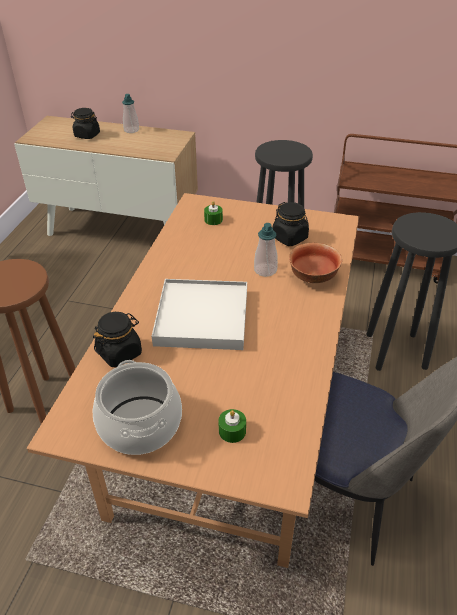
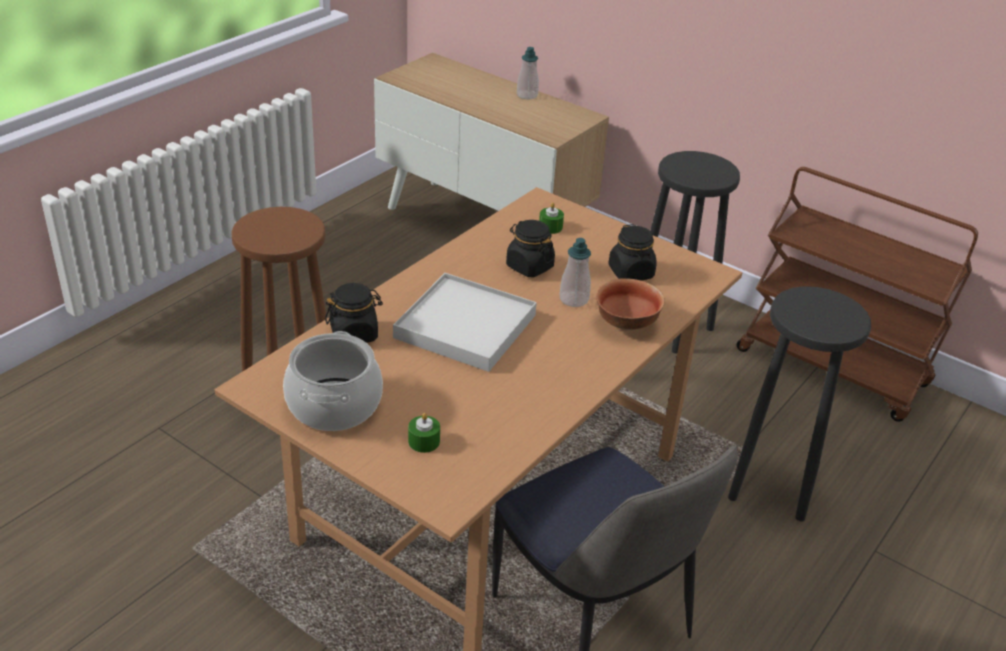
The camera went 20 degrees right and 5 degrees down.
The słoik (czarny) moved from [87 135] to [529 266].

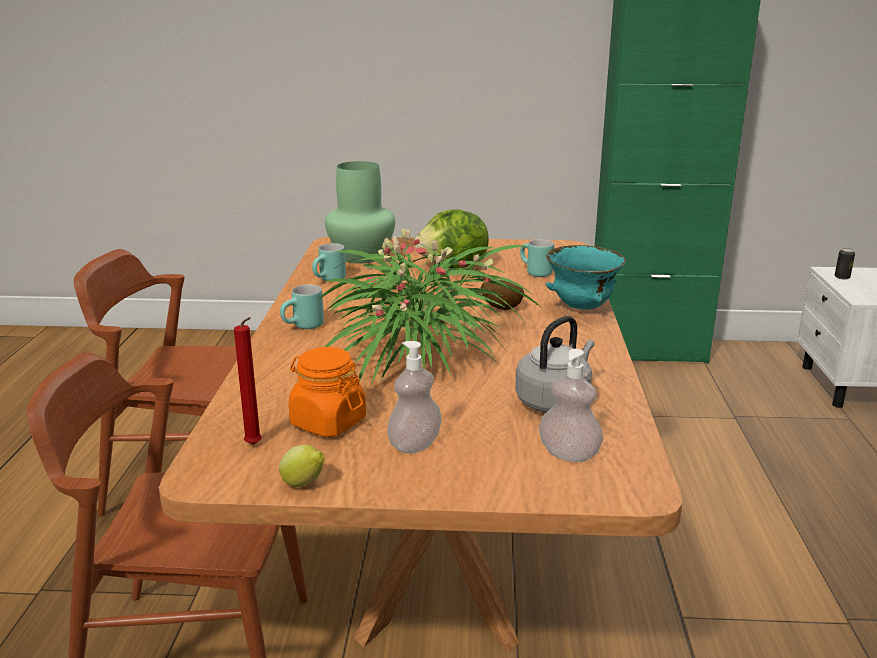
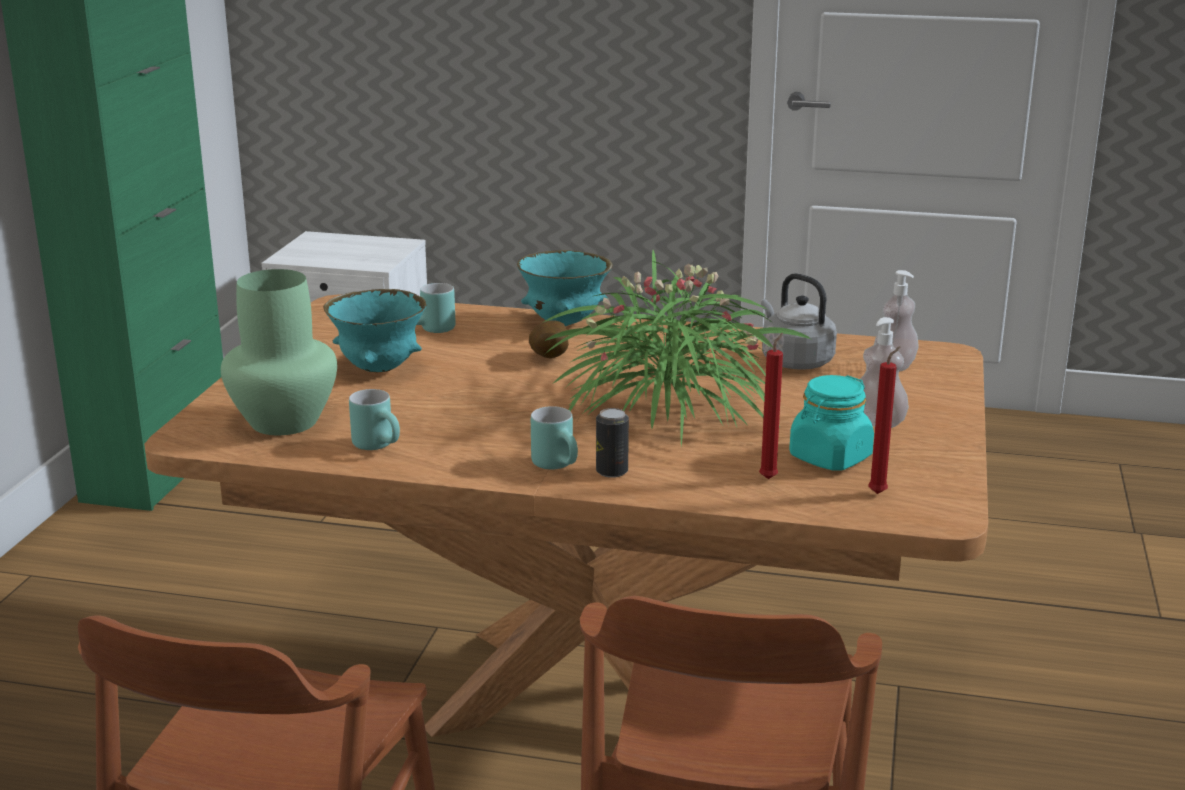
The camera went 80 degrees left and 0 degrees up.
The sałata at [454 267] was replaced by the miska (turkusowy) at [379 369].
The puszka moved from [842 277] to [612 471].
The słoik (pomarańczowy) at [328 422] became the słoik (turkusowy) at [830 458].
The cytryna at [304 484] disappeared.
The świeca (czerwony) at [769 478] appeared.

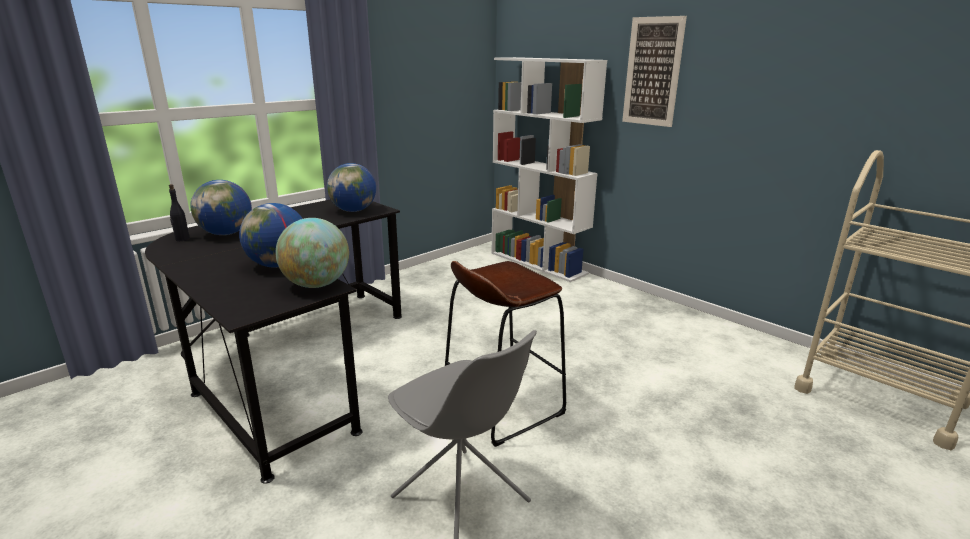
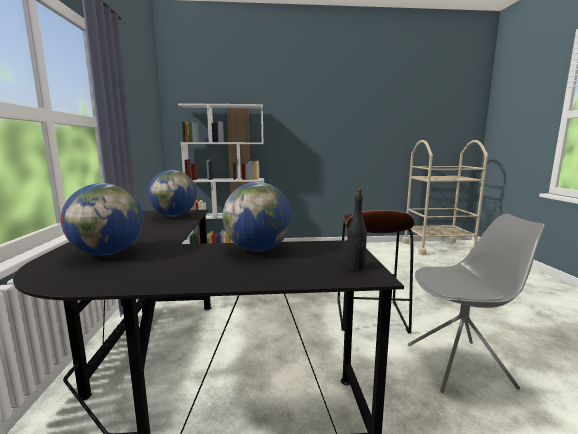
The camera went 50 degrees left and 10 degrees down.
The obraz at [652 72] disappeared.
The butelka (czarny) moved from [182 239] to [355 267].
The globus at [316 285] disappeared.

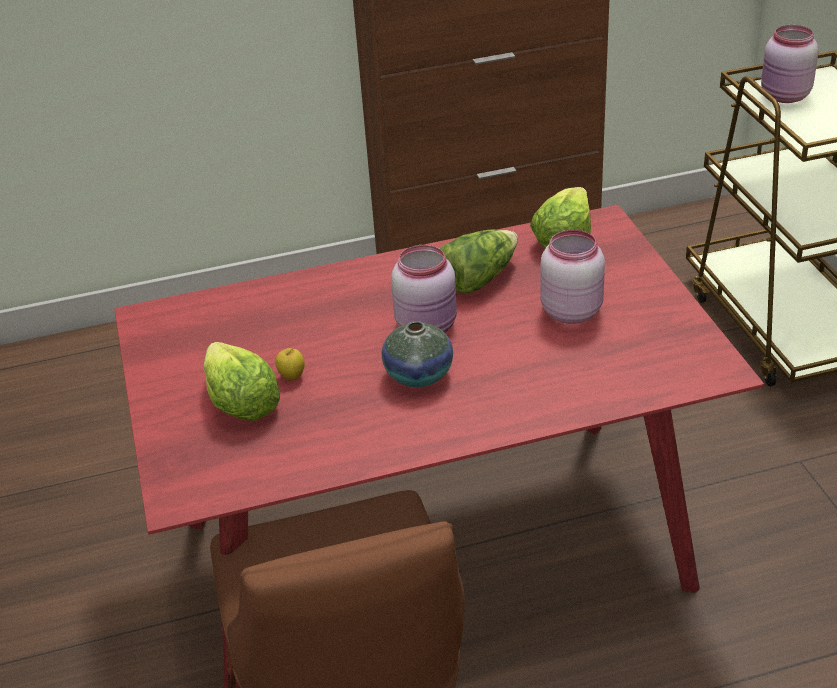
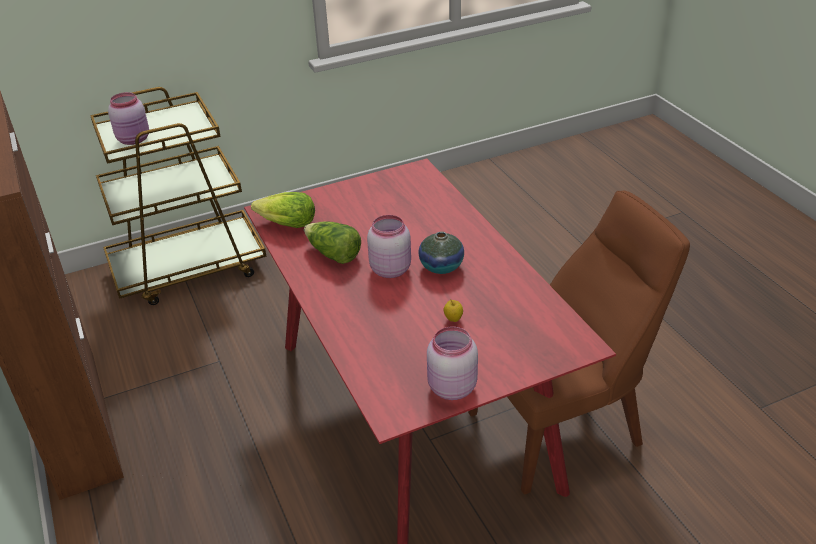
The camera went 100 degrees left and 0 degrees up.
The słoik (różowy) moved from [571 310] to [450 388].
The sałata at [240 402] disappeared.

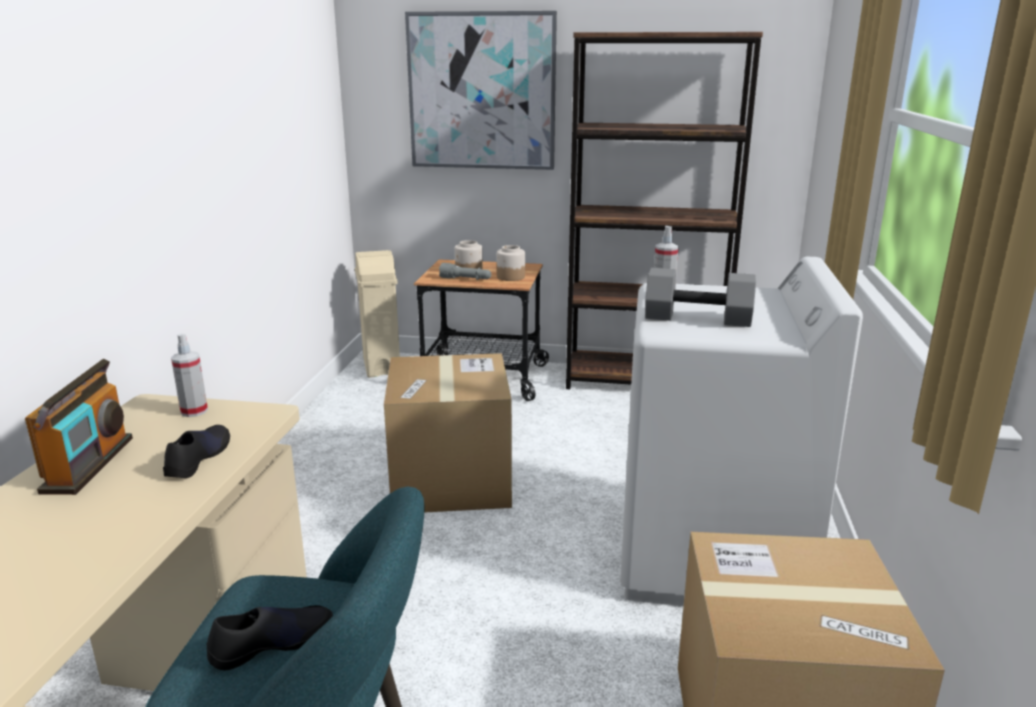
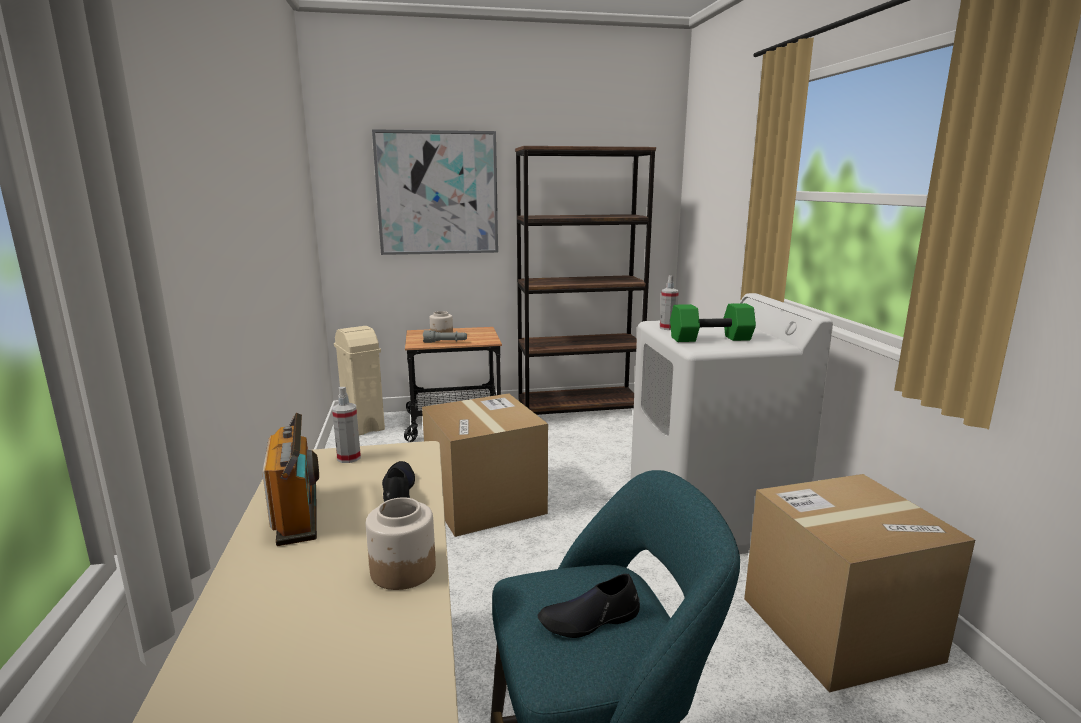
The camera went 20 degrees left and 5 degrees down.
The słoik moved from [510 277] to [402 570].
The hantel (szary) at [698 318] became the hantel (zielony) at [711 338].
The but (czarny) at [272 643] turned 150 degrees counterclockwise.

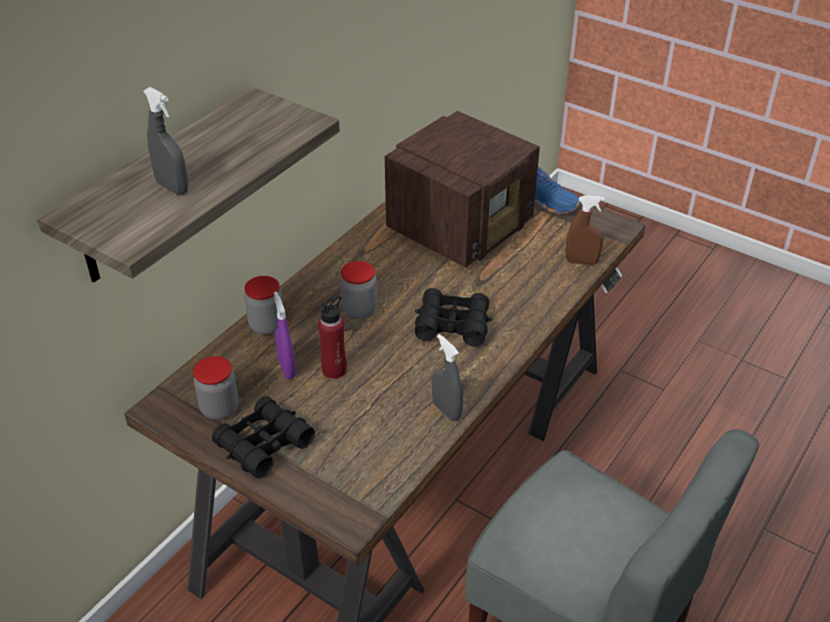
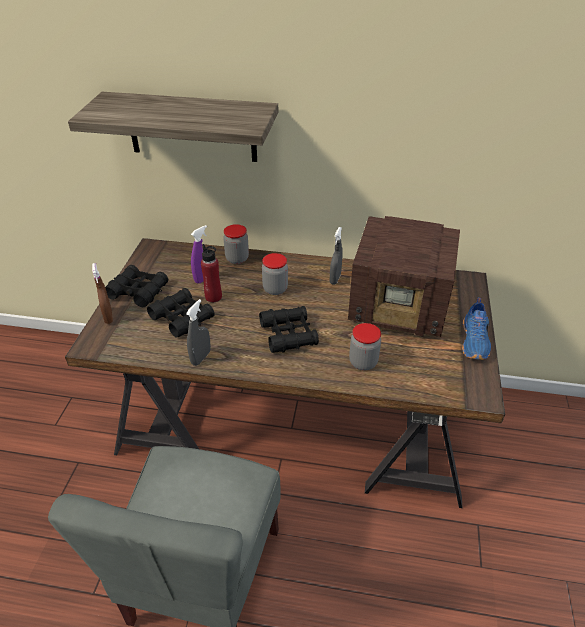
The camera went 65 degrees right and 0 degrees up.
The spryskiwacz (szary) moved from [172 187] to [335 279].
The spryskiwacz (brązowy) moved from [581 262] to [108 317].
The słoik moved from [219 409] to [363 362].
The lornetka (czarny) at [182 318] appeared.

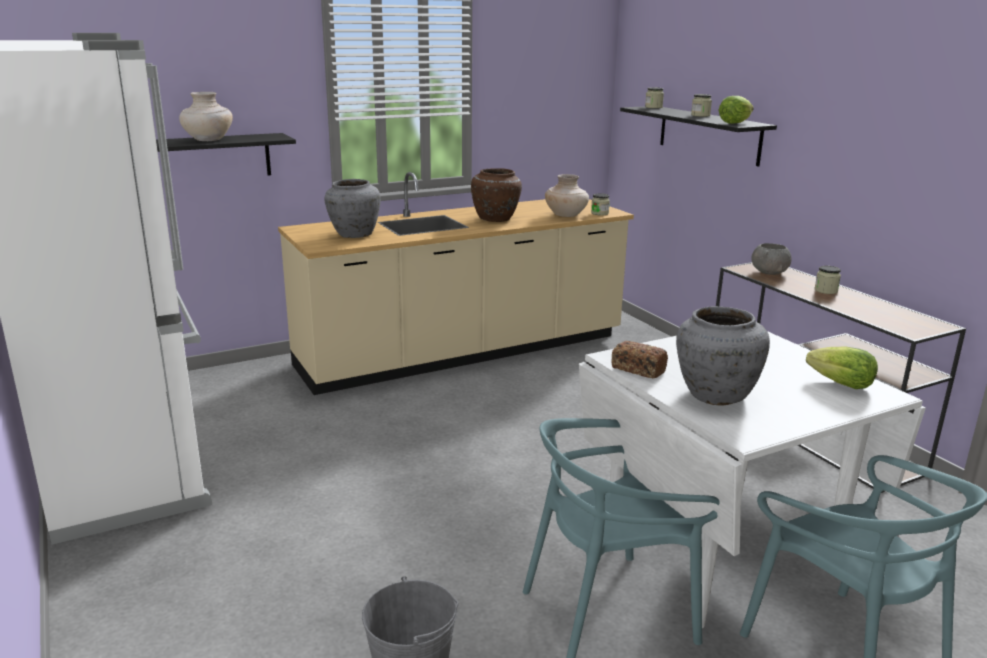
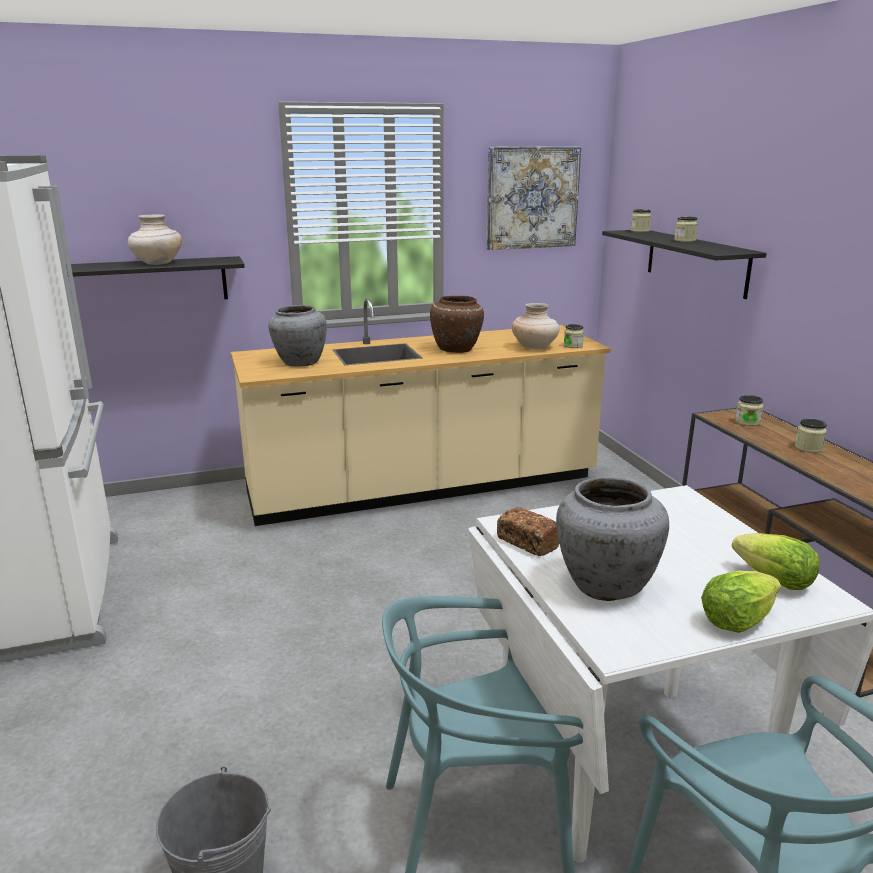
The camera went 10 degrees right and 0 degrees up.
The sałata moved from [734 123] to [736 620].
The miska (szary) at [769 272] was replaced by the słoik at [747 422].
The obraz at [532 198] appeared.

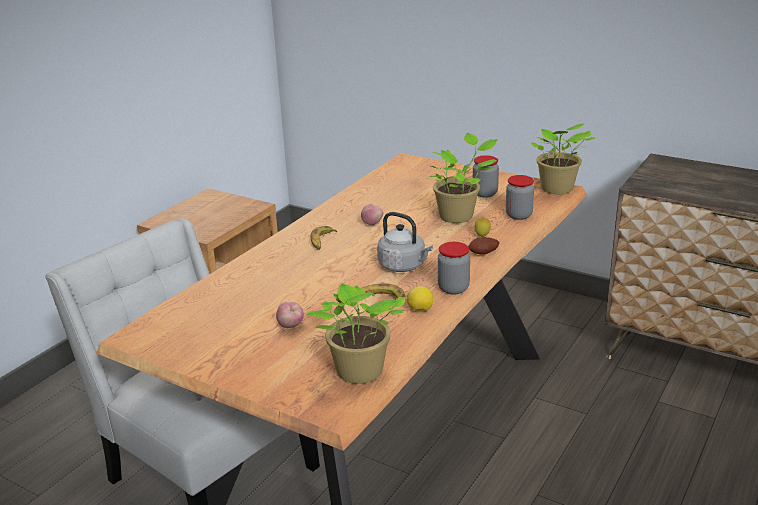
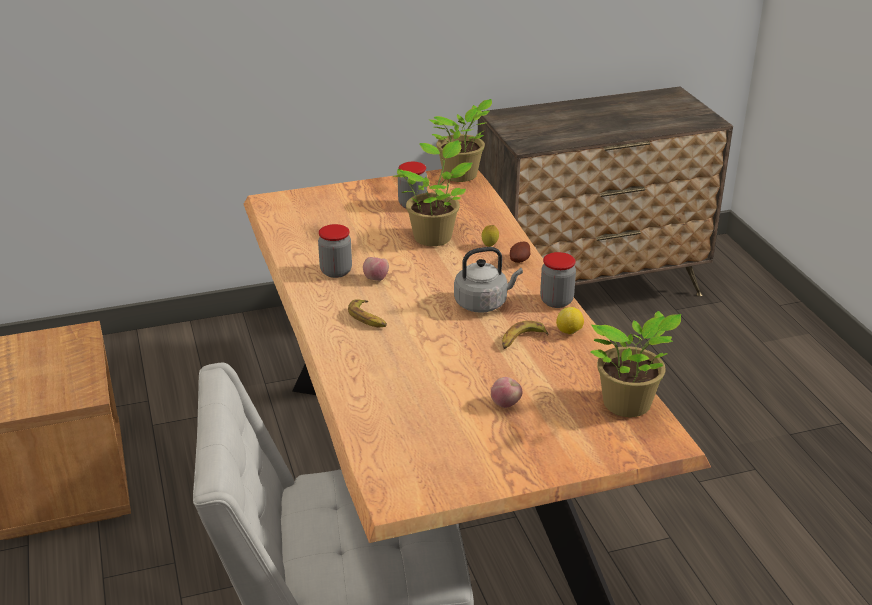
The camera went 50 degrees left and 5 degrees up.
The słoik moved from [519 215] to [336 271].

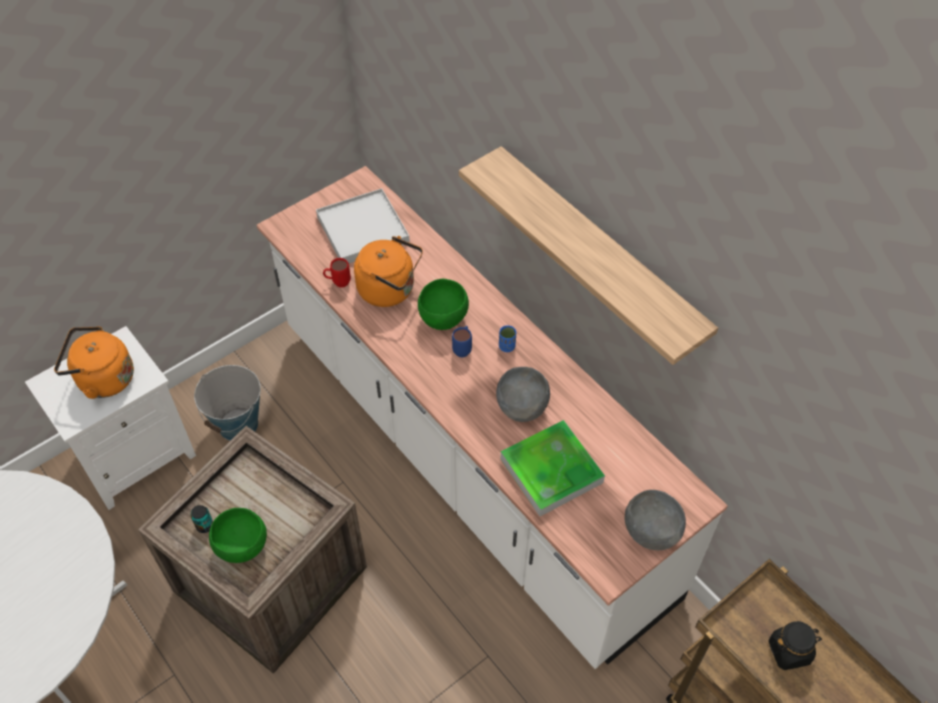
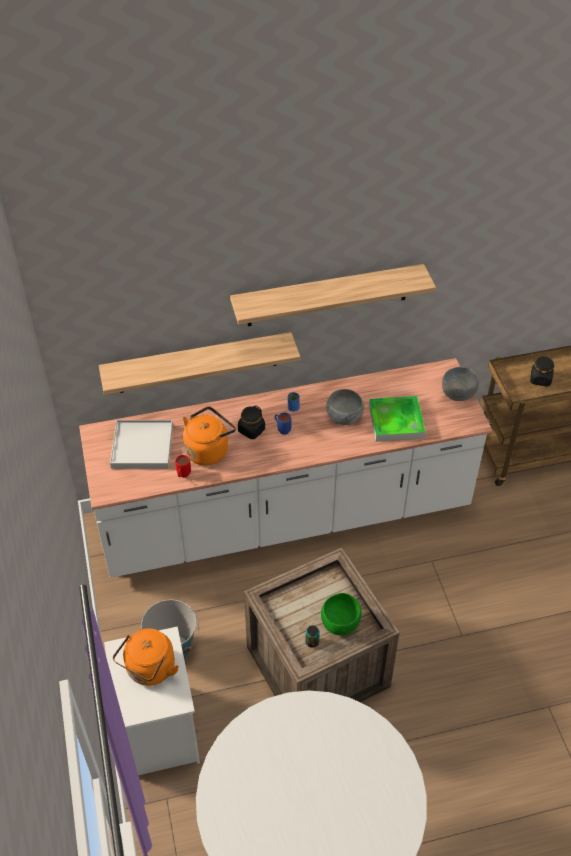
The camera went 65 degrees left and 5 degrees down.
The miska (zielony) at [444 318] was replaced by the słoik (czarny) at [251 430].
The półka at [197 363] appeared.

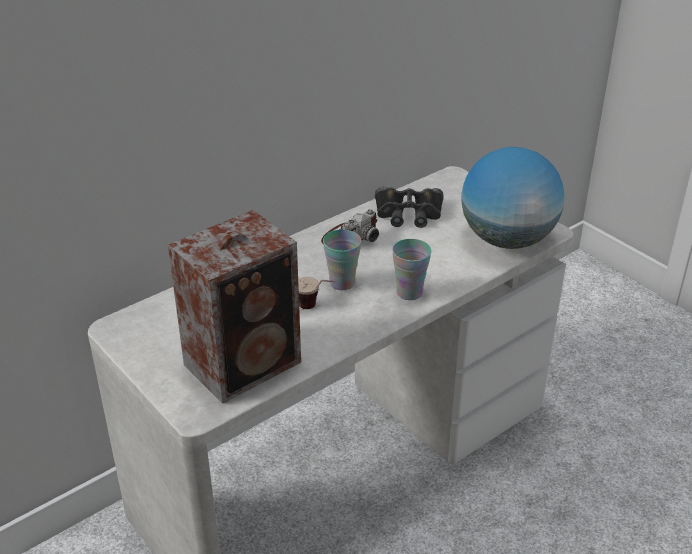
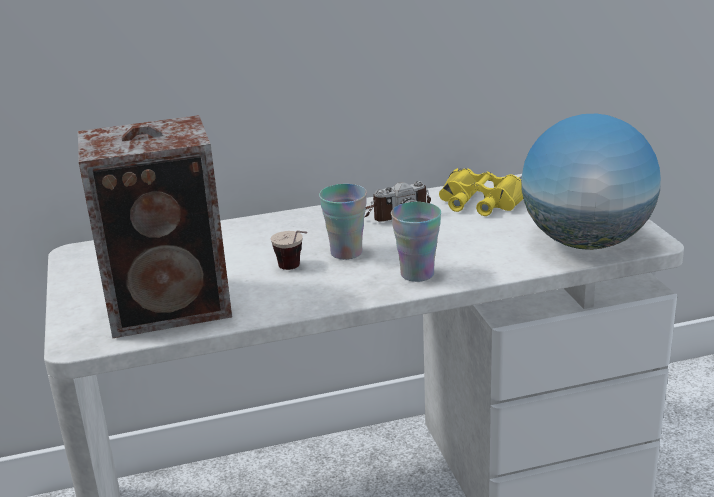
The camera went 25 degrees right and 10 degrees down.
The lornetka (czarny) at [408 213] became the lornetka (żółty) at [481 201].

